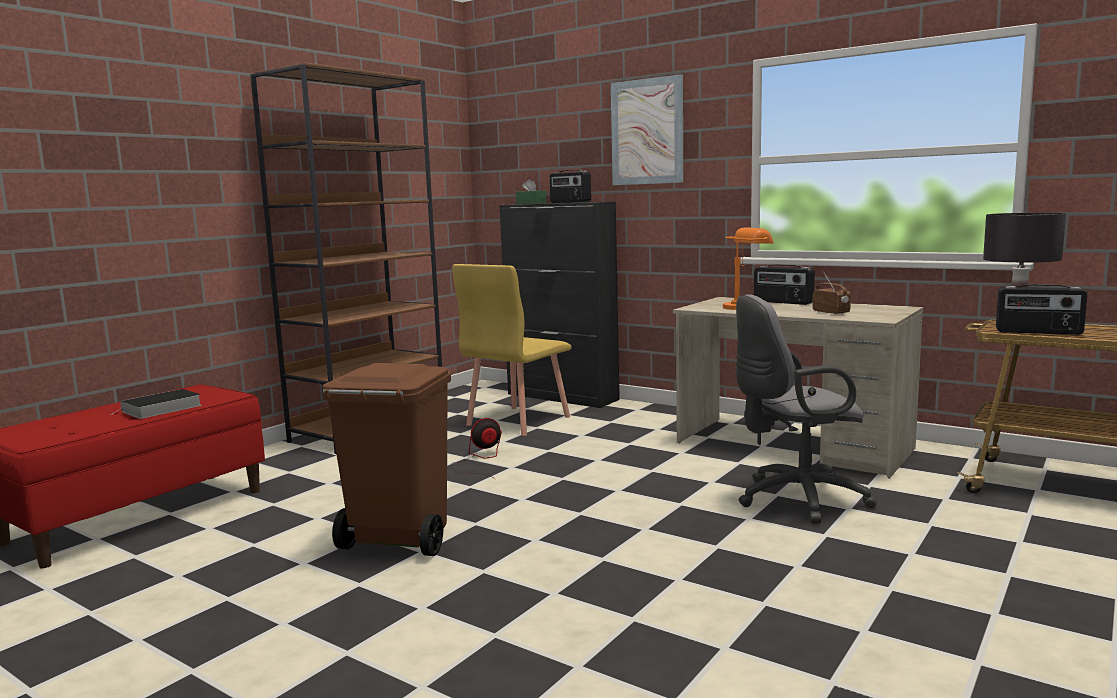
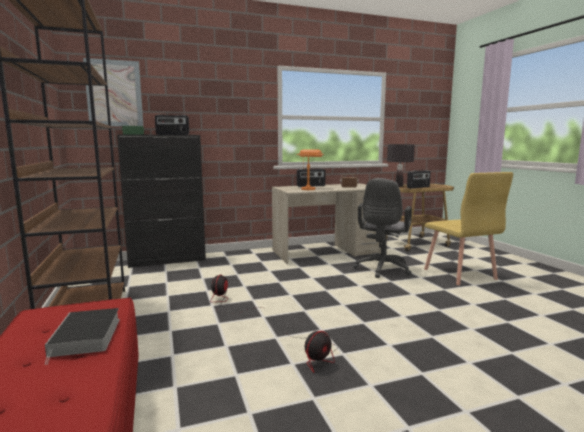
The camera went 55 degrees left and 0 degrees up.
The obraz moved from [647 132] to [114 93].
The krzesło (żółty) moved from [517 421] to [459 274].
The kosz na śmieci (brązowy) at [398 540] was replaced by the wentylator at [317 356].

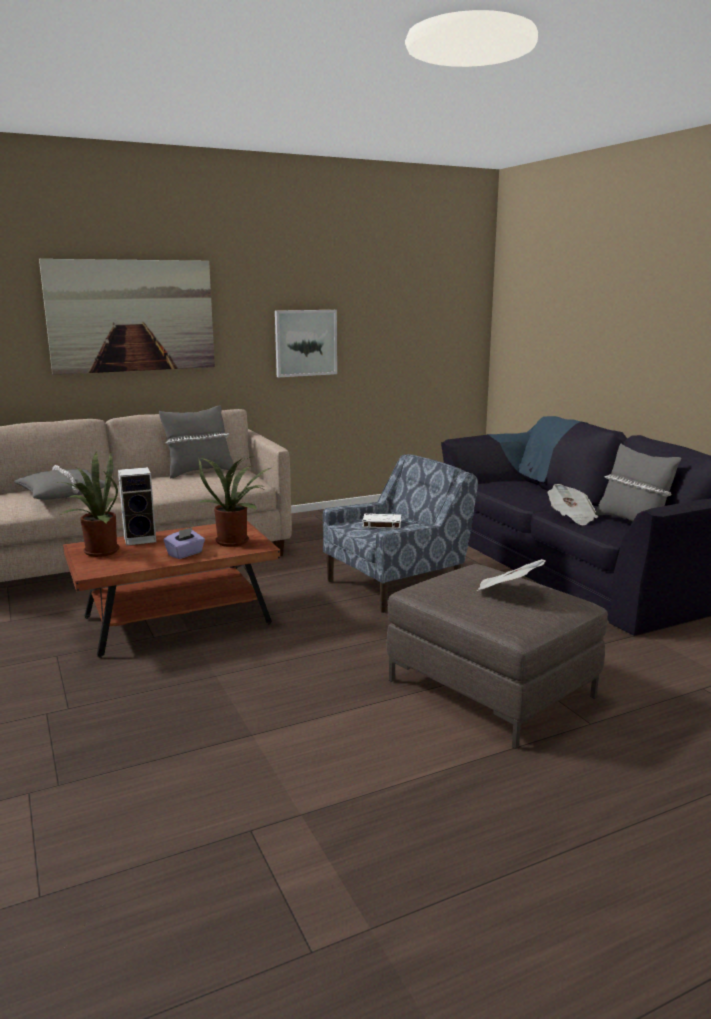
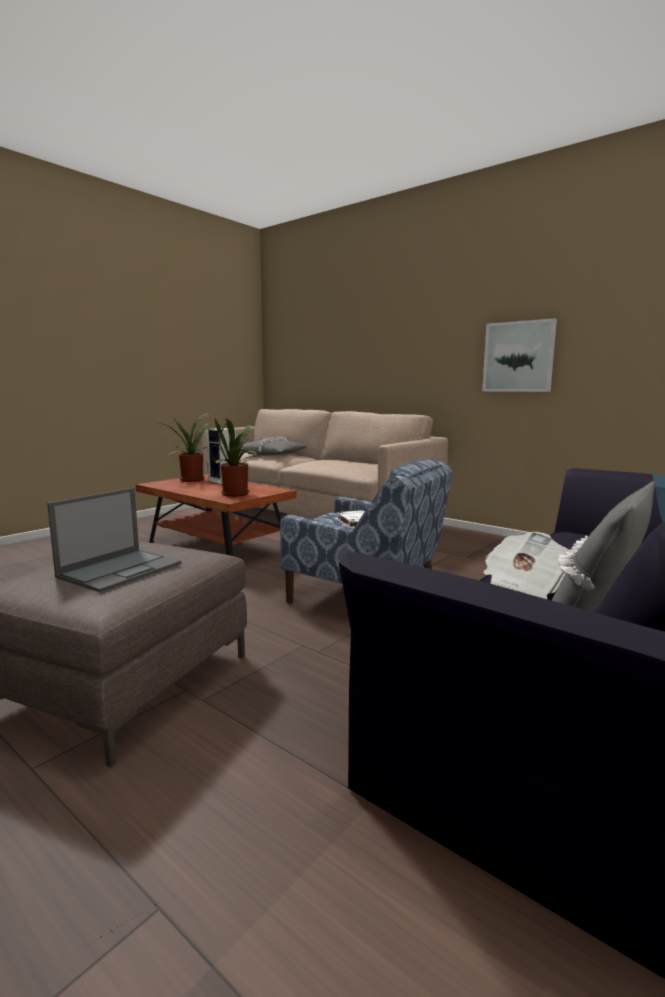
The camera went 65 degrees right and 5 degrees down.
The obraz at [131 316] disappeared.
The poduszka (szary) at [199 472] disappeared.
The pudełko chusteczek (fioletowy) at [185 554] disappeared.
The gazeta at [507 592] was replaced by the laptop at [121 570].

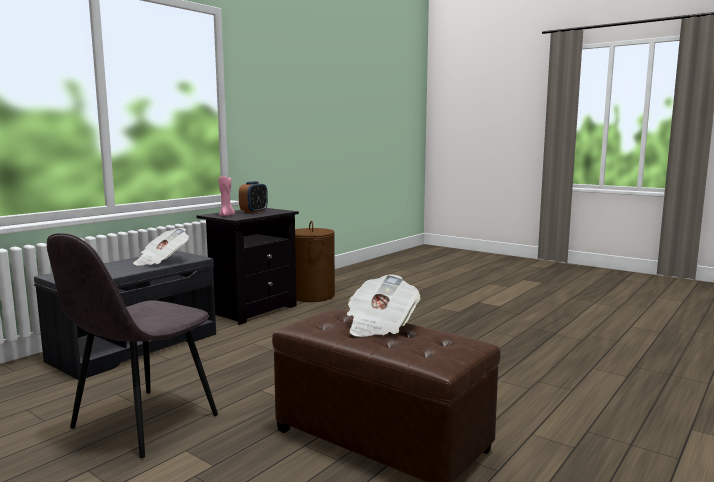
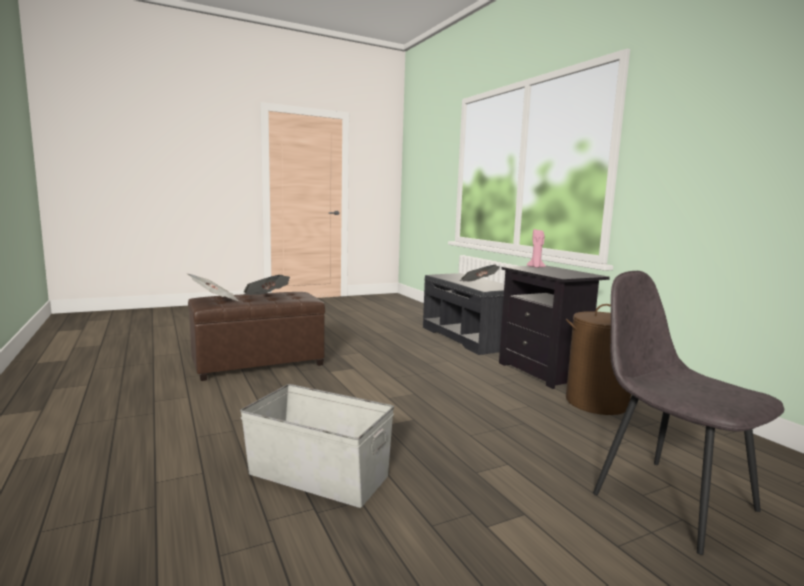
The camera went 115 degrees right and 0 degrees up.
The budzik at [254 212] disappeared.
The krzesło (szary) moved from [142 423] to [670 500].
The gazeta at [215 300] appeared.
The pojemnik do przechowywania (szary) at [318 475] appeared.

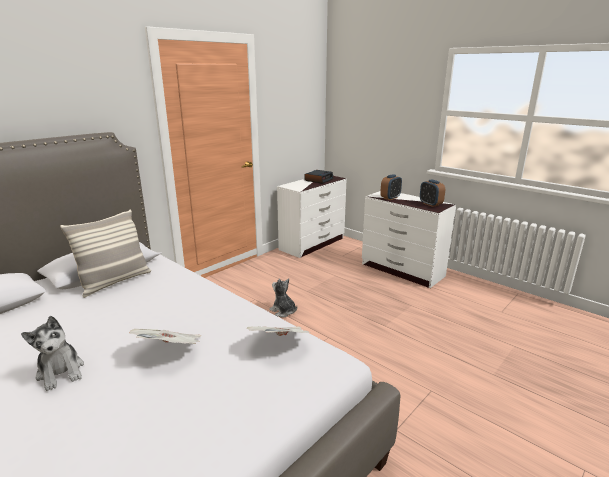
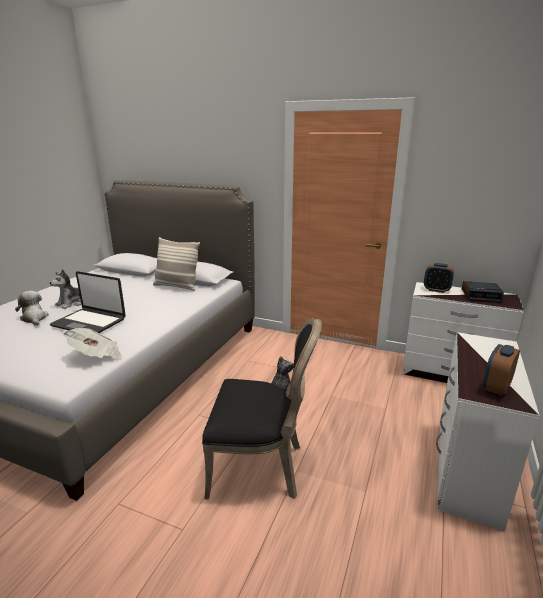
The camera went 70 degrees right and 0 degrees up.
The budzik moved from [390 198] to [436 290].
The gazeta at [171 350] was replaced by the laptop at [89 322].
The pluszak at [34 318] appeared.
The krzesło (czarny) at [260 467] appeared.

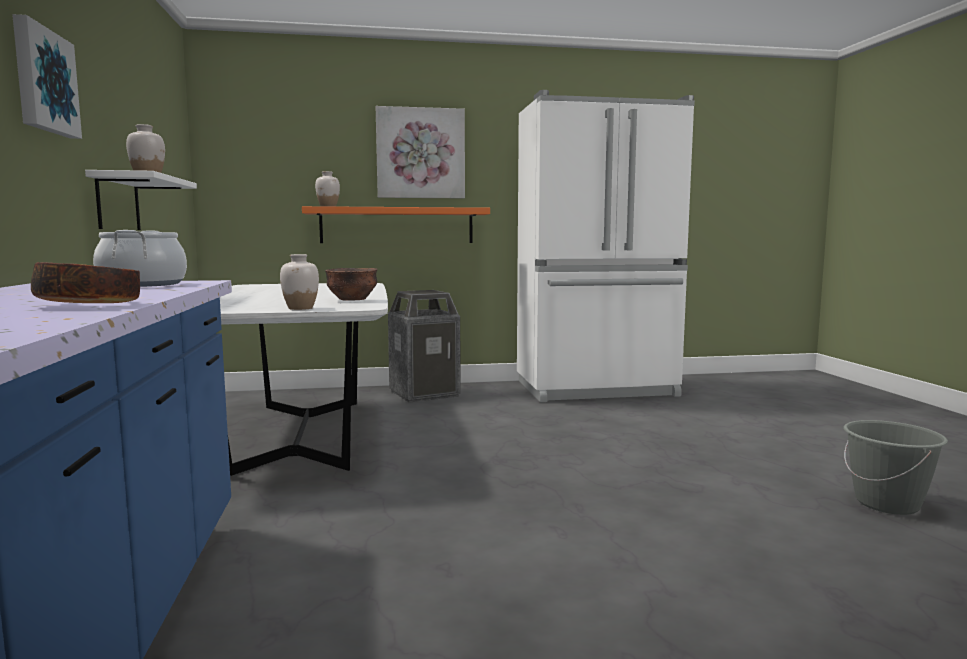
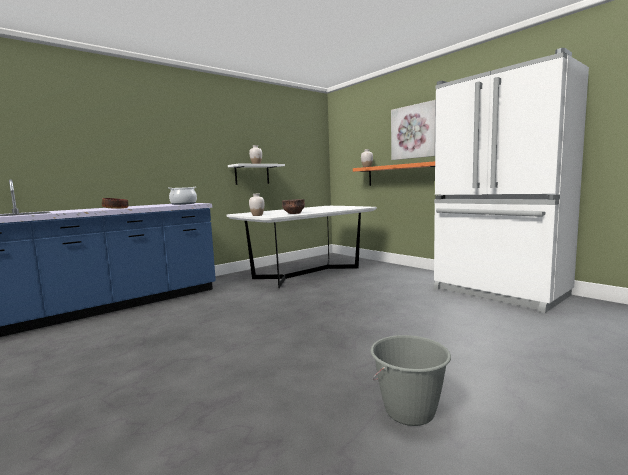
The camera went 60 degrees right and 0 degrees up.
The obraz at [43 81] disappeared.
The kosz na śmieci at [424 393] disappeared.

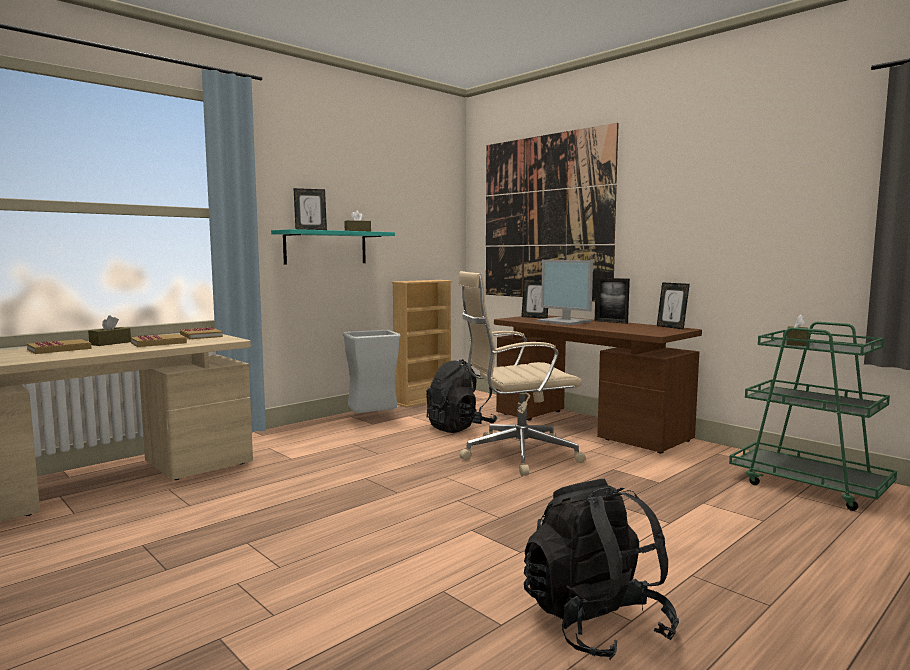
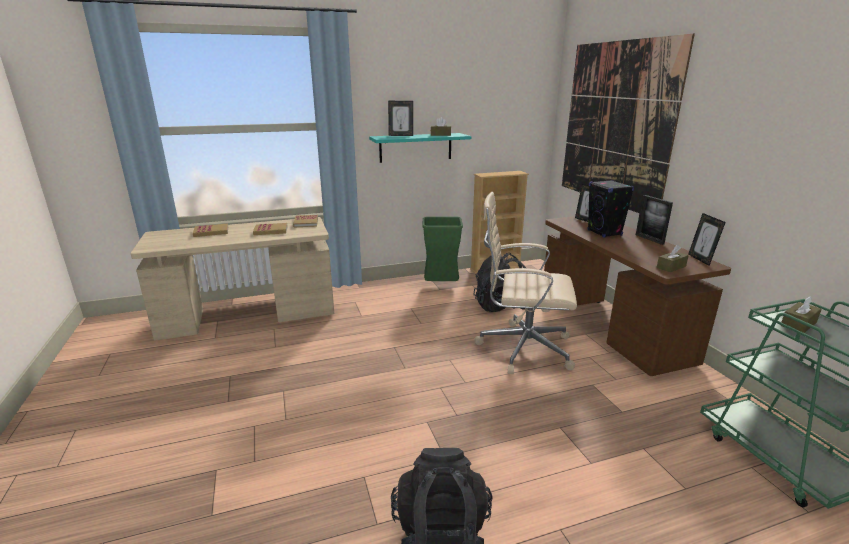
The camera went 25 degrees right and 15 degrees up.
The monitor at [565 321] was replaced by the głośnik (czarny) at [604 233].
The pudełko chusteczek (brązowy) moved from [110 343] to [671 267].
The kosz na śmieci (szary) at [373 421] became the kosz na śmieci (zielony) at [441 286].

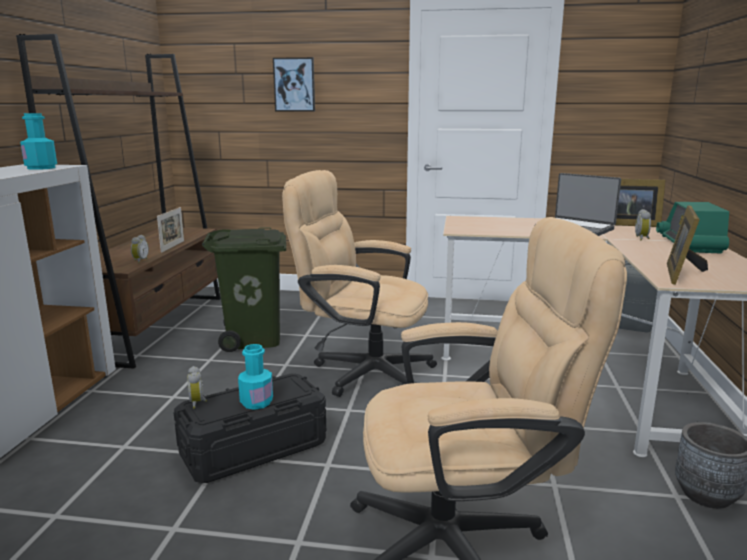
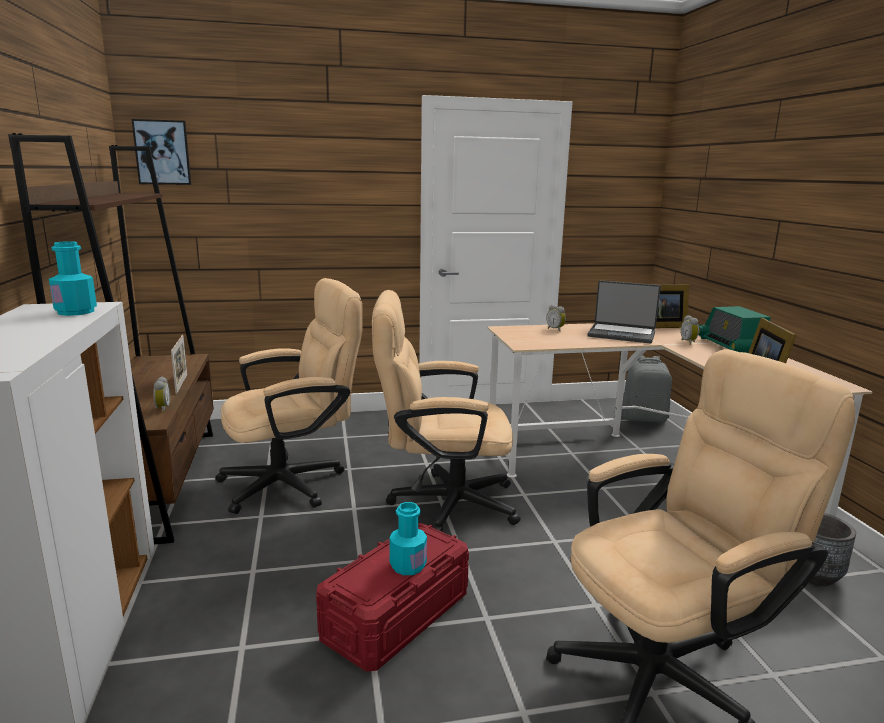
The camera went 20 degrees left and 0 degrees up.
The obraz moved from [294 84] to [162 152].
The kosz na śmieci (zielony) at [254 339] was replaced by the krzesło biurowe (beżowy) at [294 482].
The budzik moved from [198 402] to [556 329].
The pojemnik do przechowywania (czarny) at [254 449] became the pojemnik do przechowywania (czerwony) at [397 616].

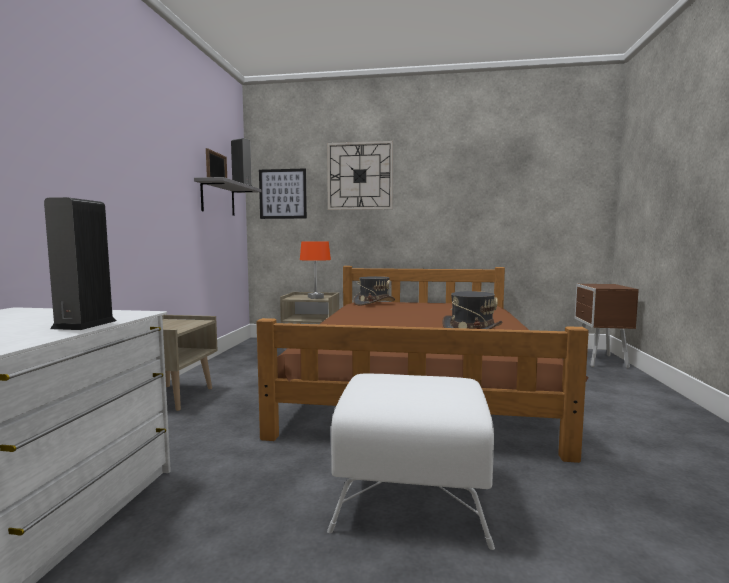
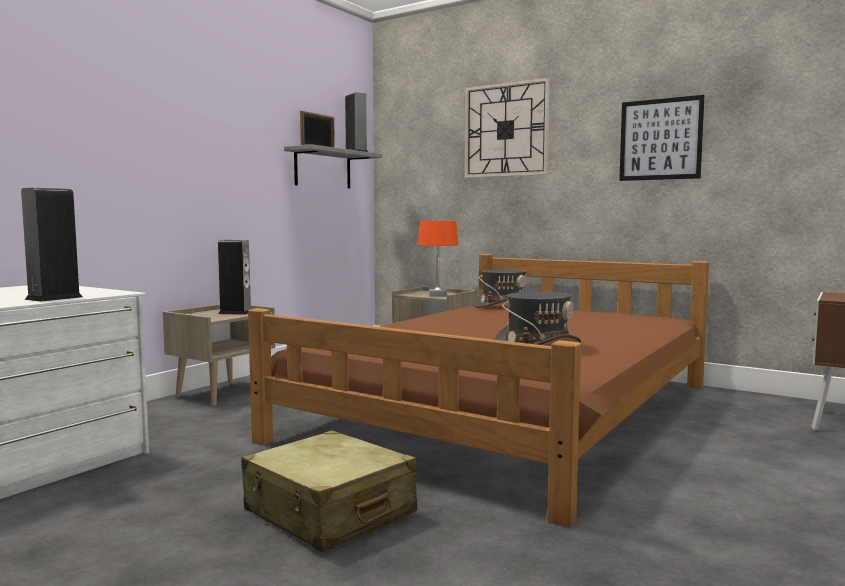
The camera went 25 degrees right and 0 degrees up.
The obraz moved from [282 194] to [660 139].
The pufa (biały) at [413 493] was replaced by the walizka (beżowy) at [329 512].
The głośnik at [235 312] appeared.

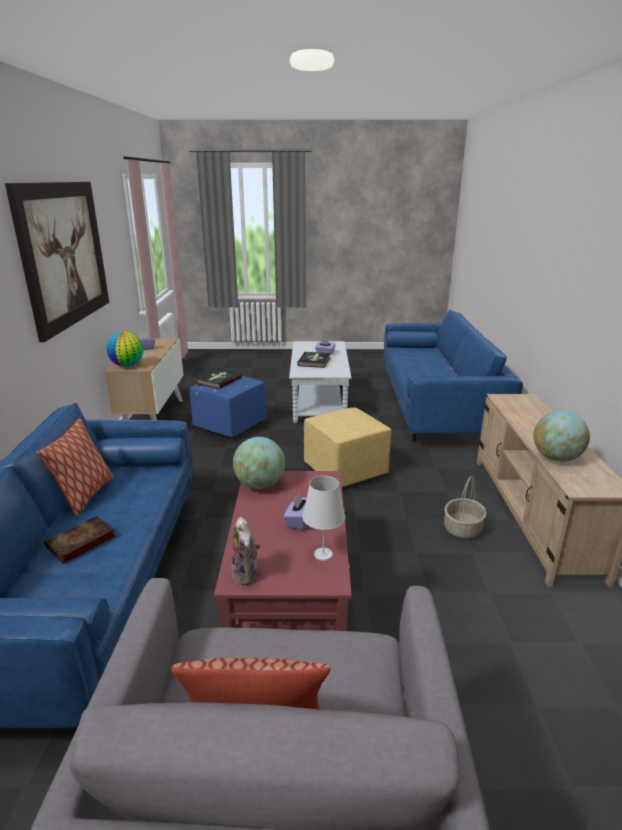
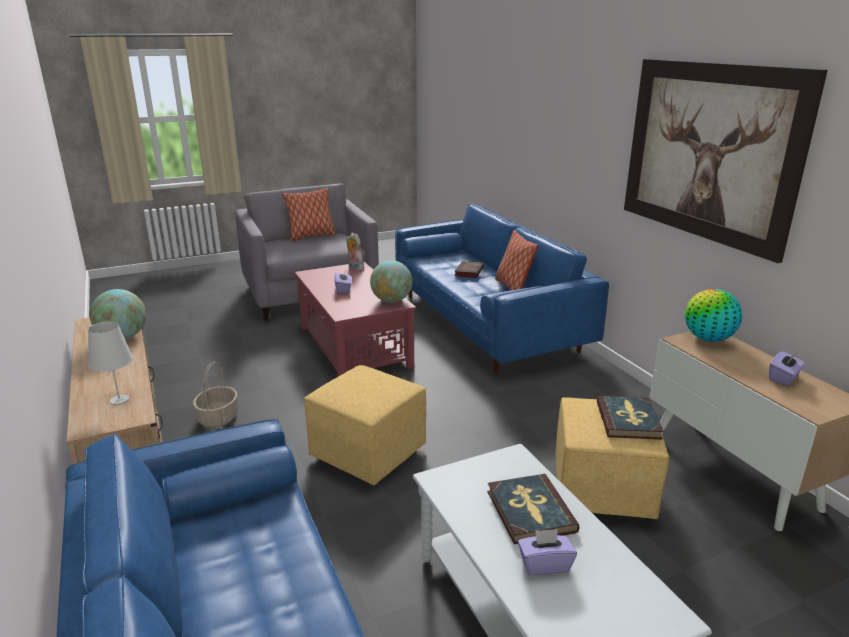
The camera went 155 degrees right and 0 degrees up.
The pufa (niebieski) at [229 425] became the pufa (żółty) at [604 490].
The lampa stołowa (biały) moved from [323 554] to [119 400].

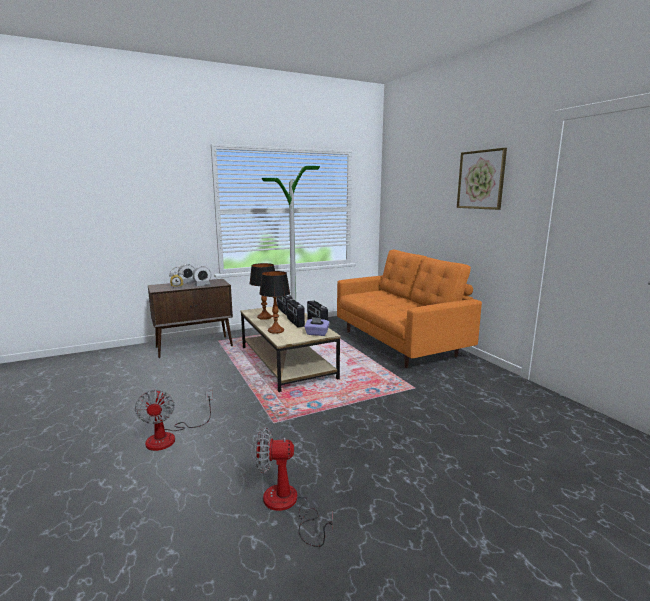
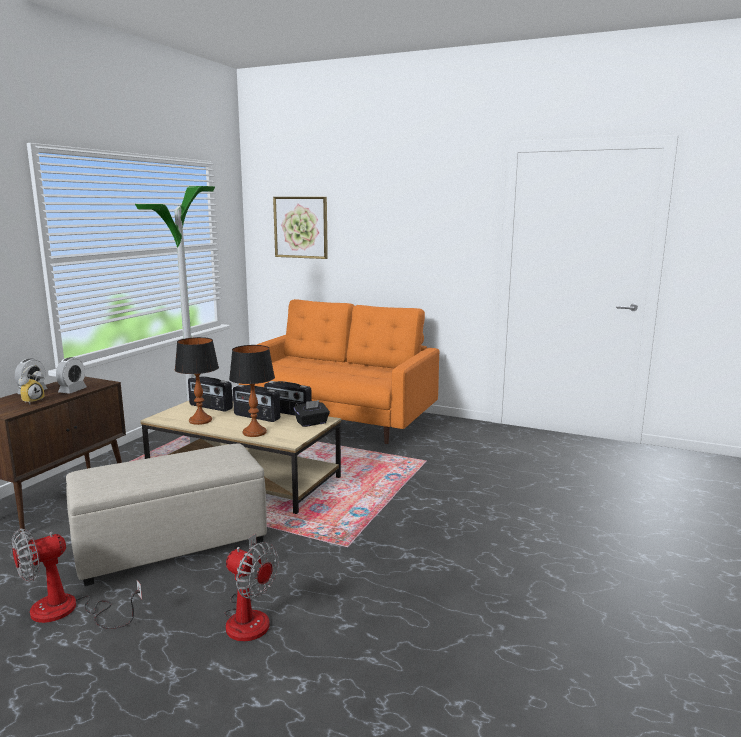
The camera went 40 degrees left and 0 degrees up.
The obraz moved from [481 180] to [301 227].
The pudełko chusteczek (fioletowy) at [317 334] became the pudełko chusteczek (czarny) at [312 423].
The wentylator moved from [287 506] to [68 611].
The pufa (beżowy) at [173 545] appeared.

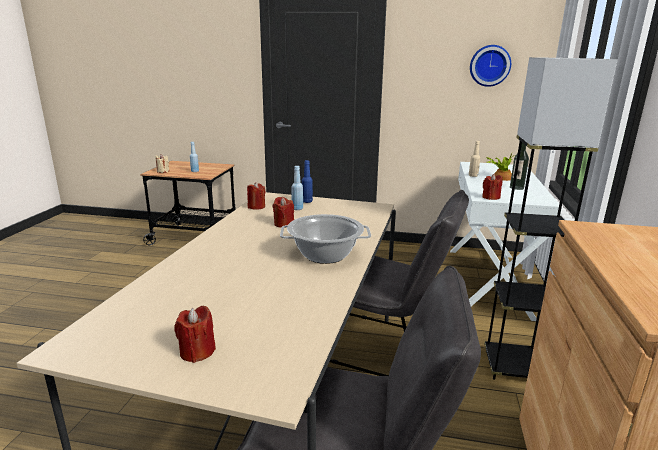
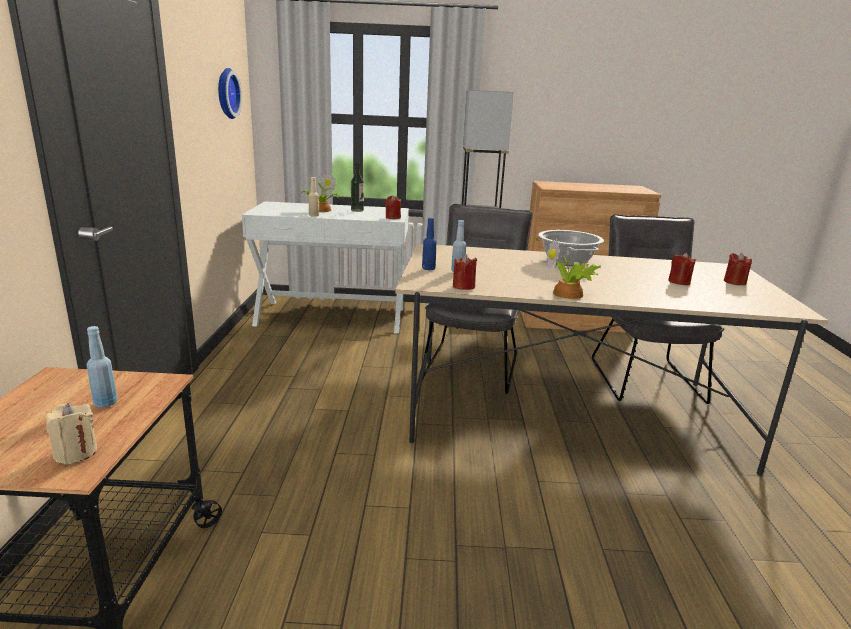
The camera went 100 degrees left and 0 degrees up.
The świeca (czerwony) moved from [283 224] to [679 282].
The roślina doniczkowa at [570 294] appeared.

